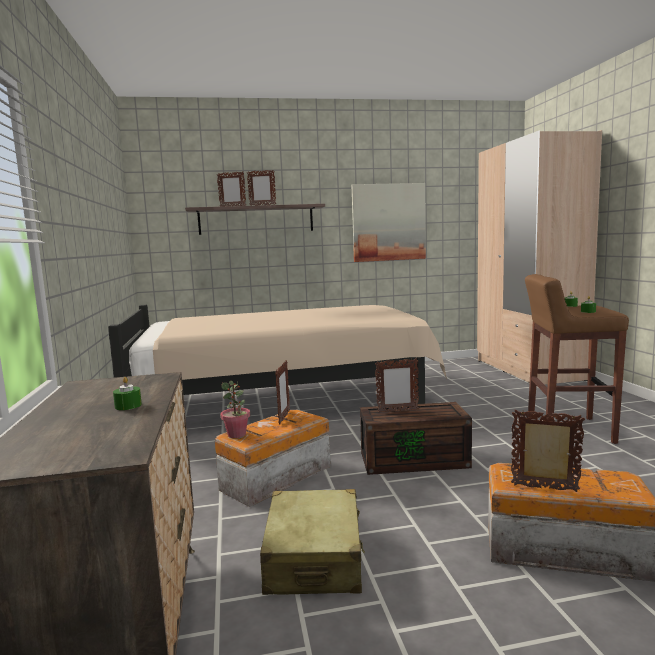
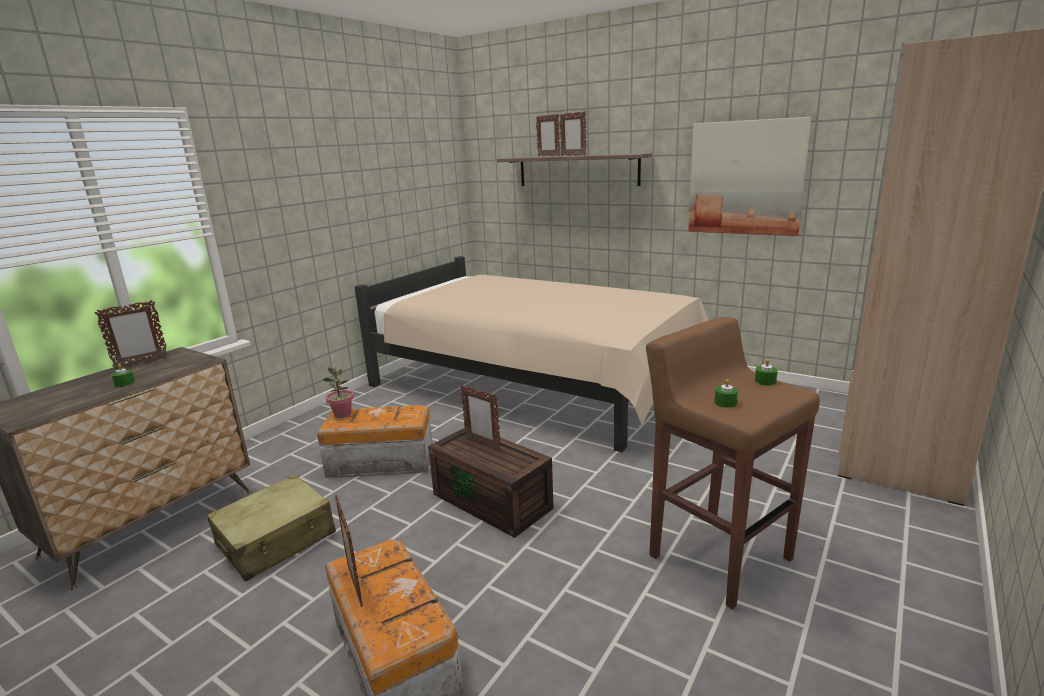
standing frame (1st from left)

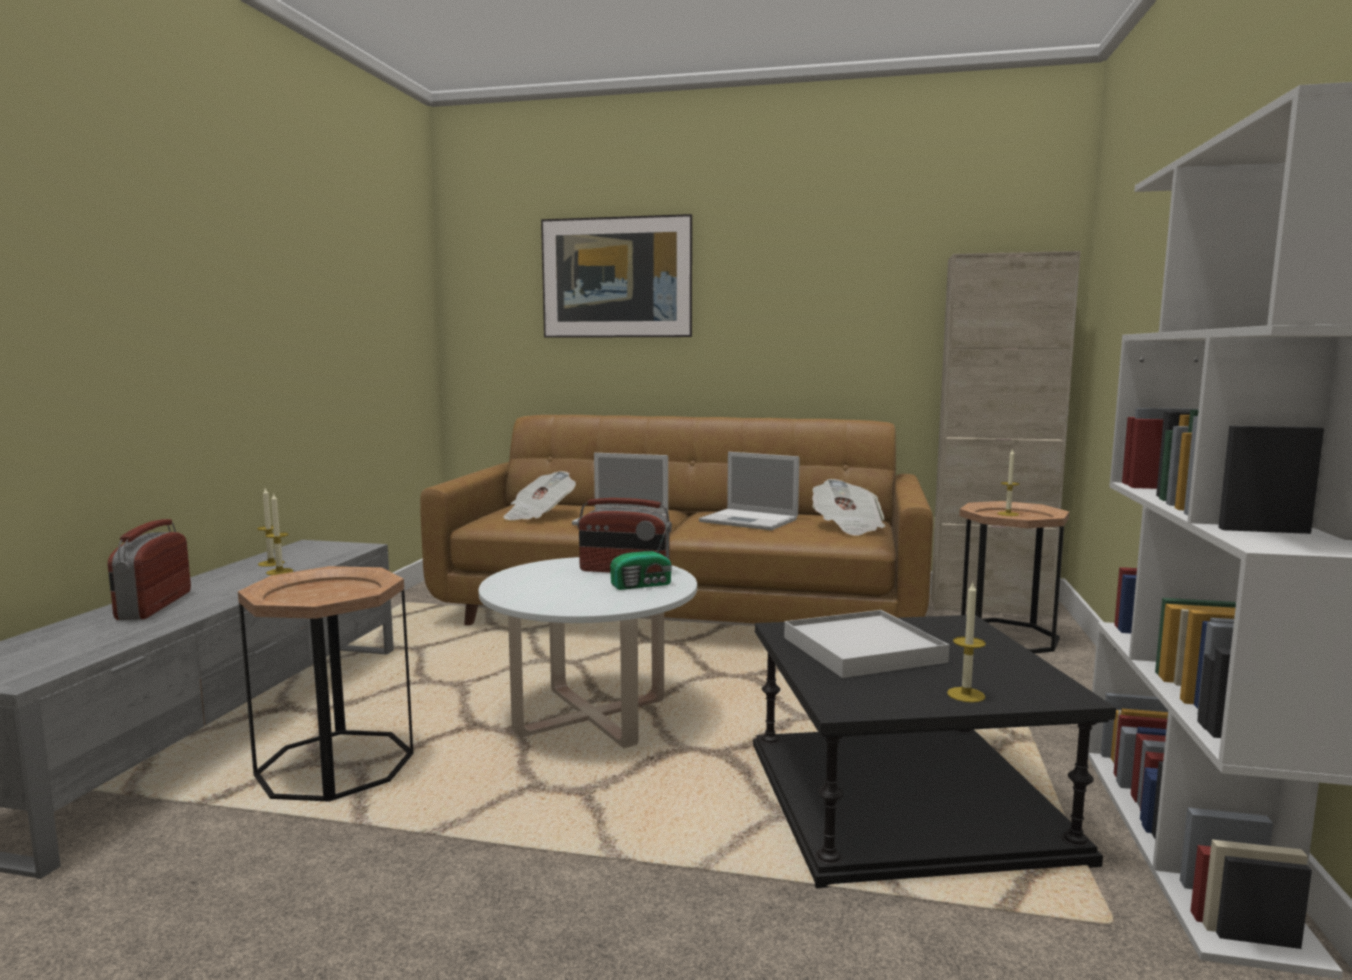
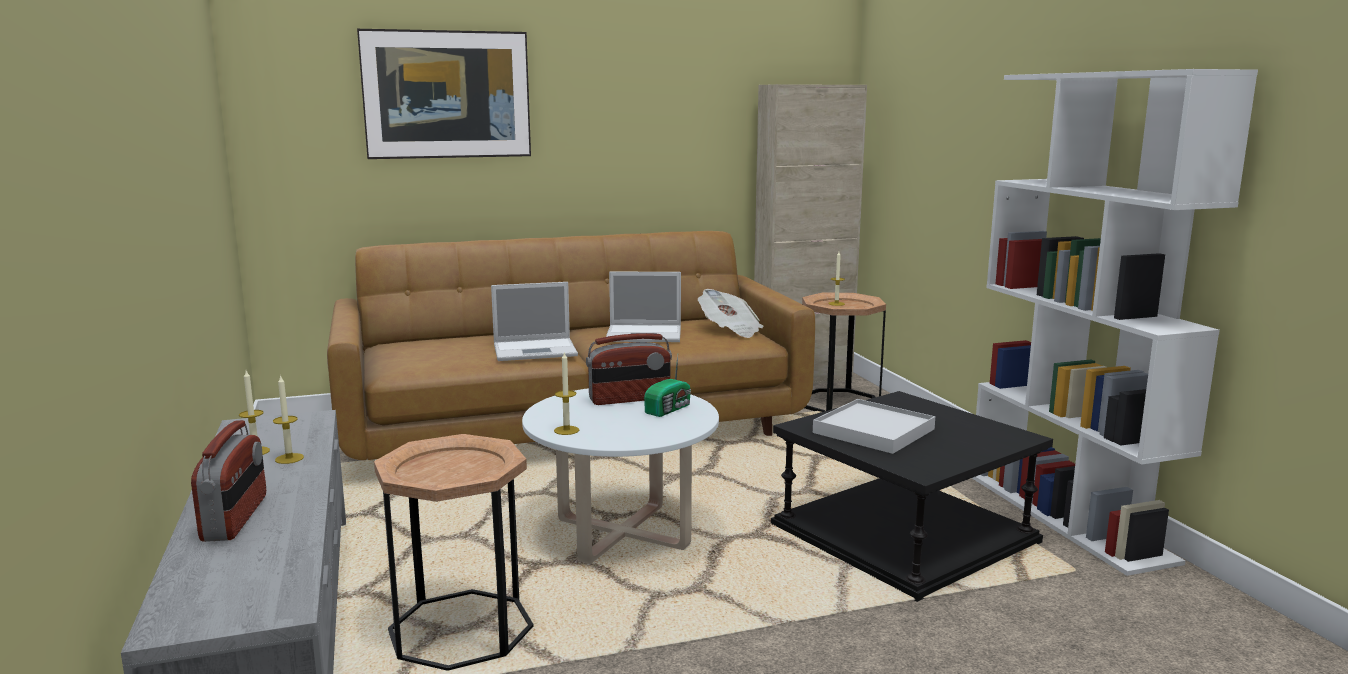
radio set (1st from left)
wax light (3rd from left)
printed paper (1st from left in the first image)

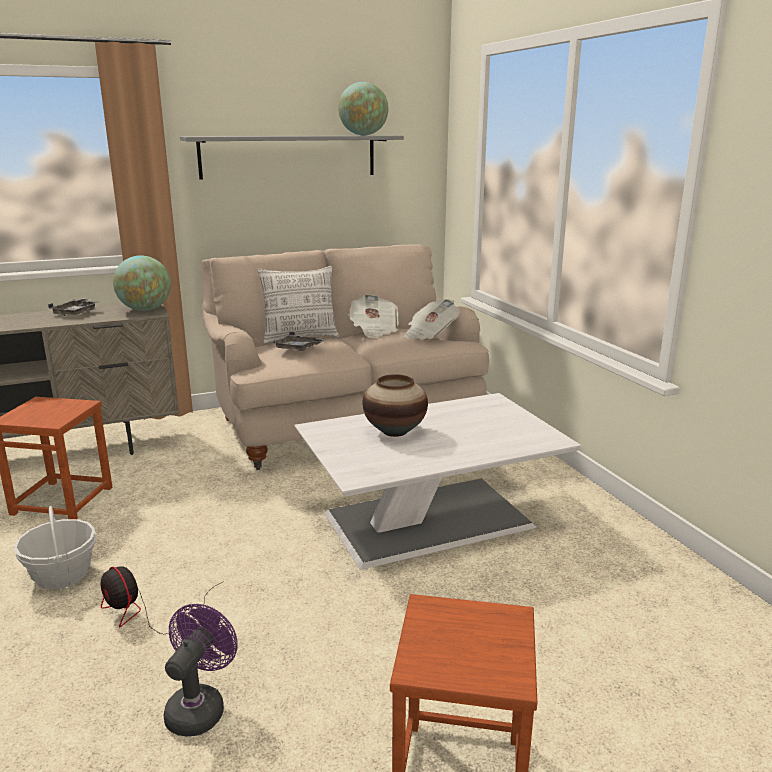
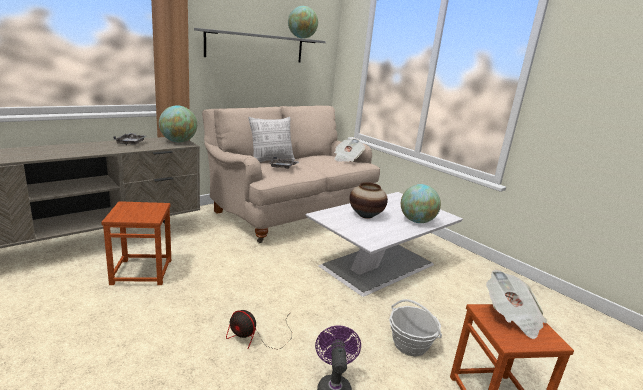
storage basket
globe (3rd from left)
printed paper (2nd from left)

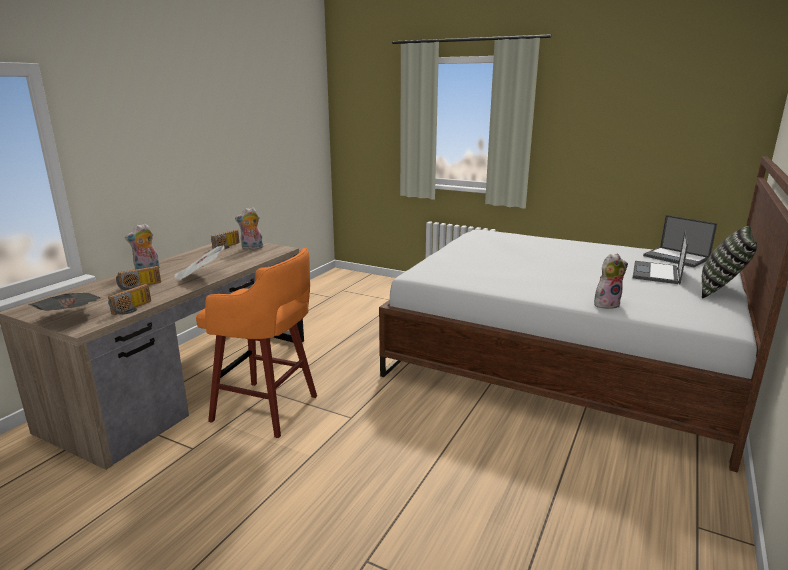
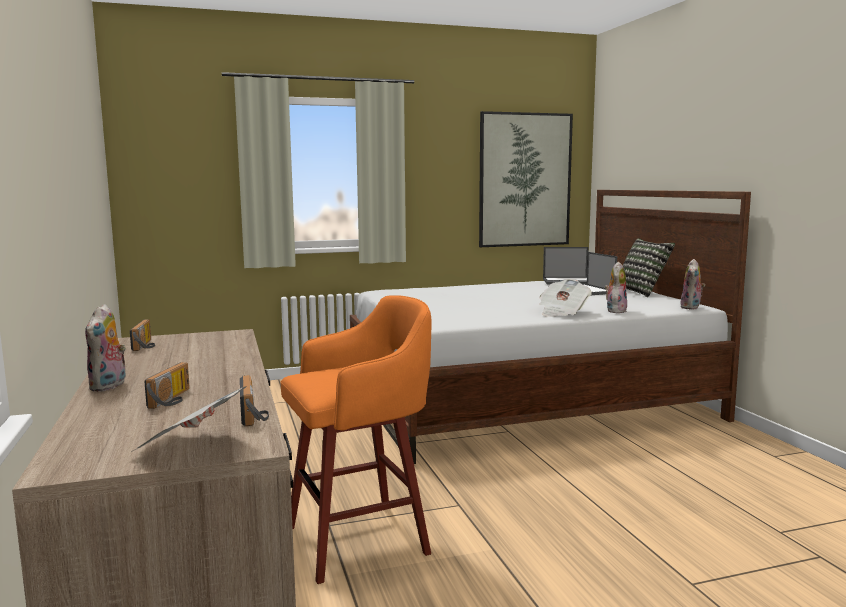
picture
printed paper (2nd from left)
soft toy (3rd from left)

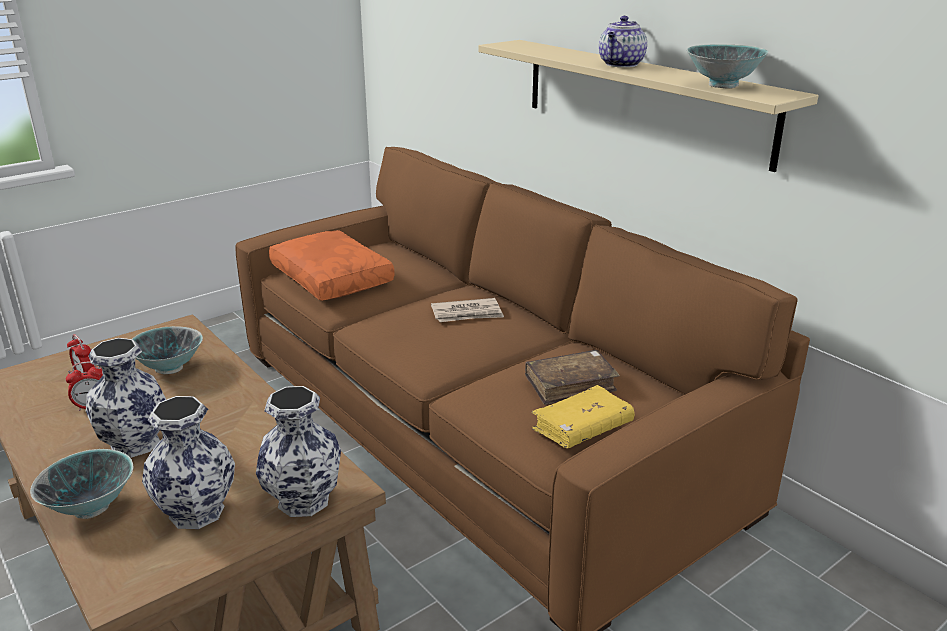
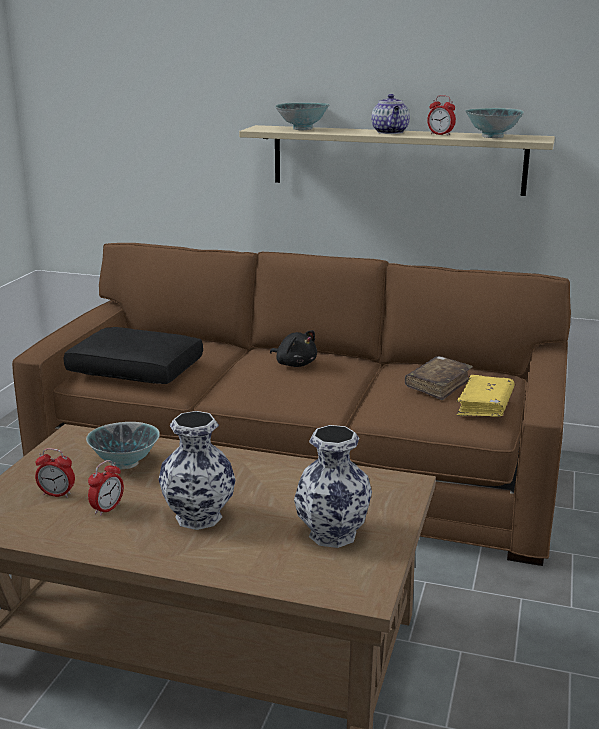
blackish pillow
blackish soft toy
bowl (2nd from left)
bedside clock (3rd from left)
flower vase (3rd from left in the first image)

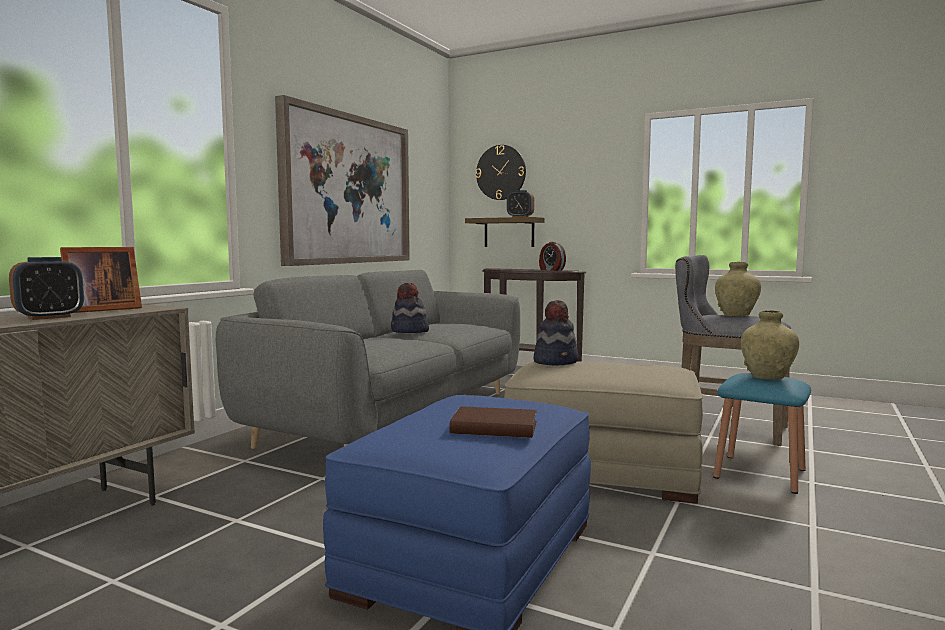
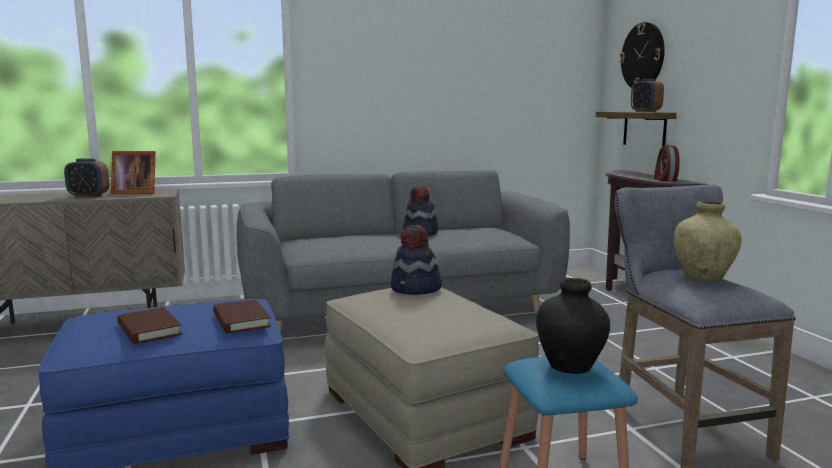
brown book (2nd from left)
blackish flower vase
picture

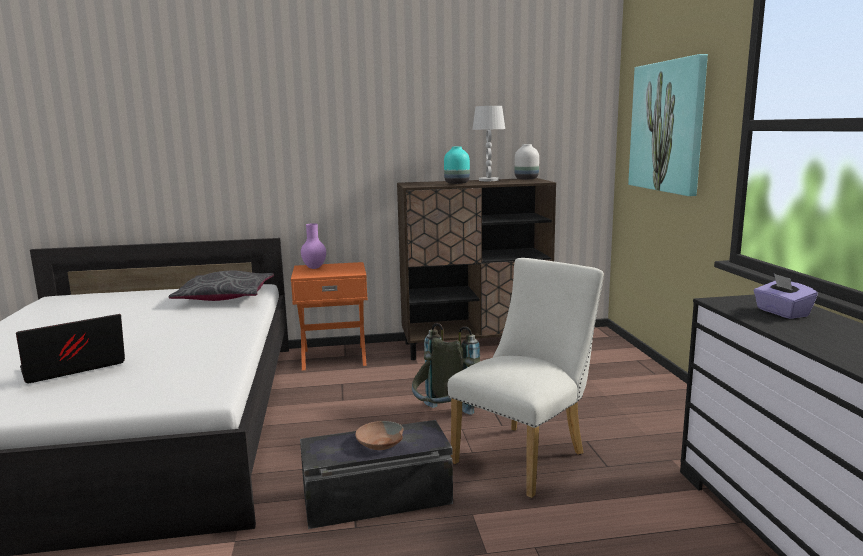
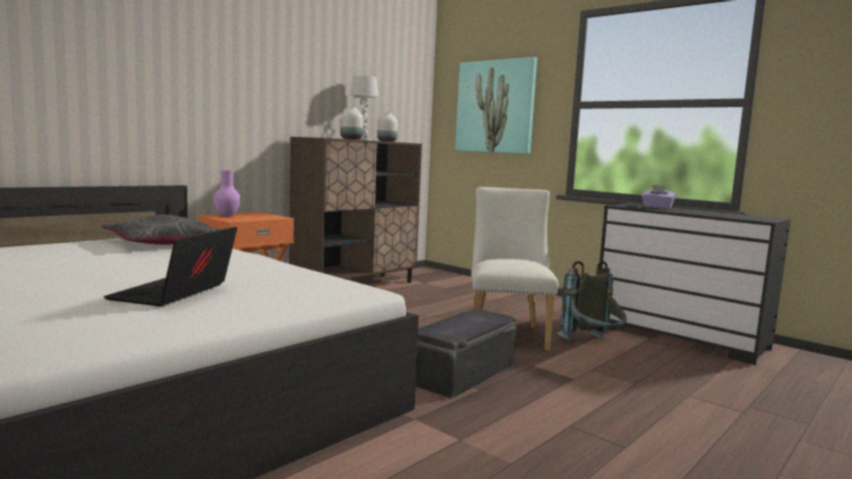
whitish flower vase (1st from left)
gray backpack
brown bowl

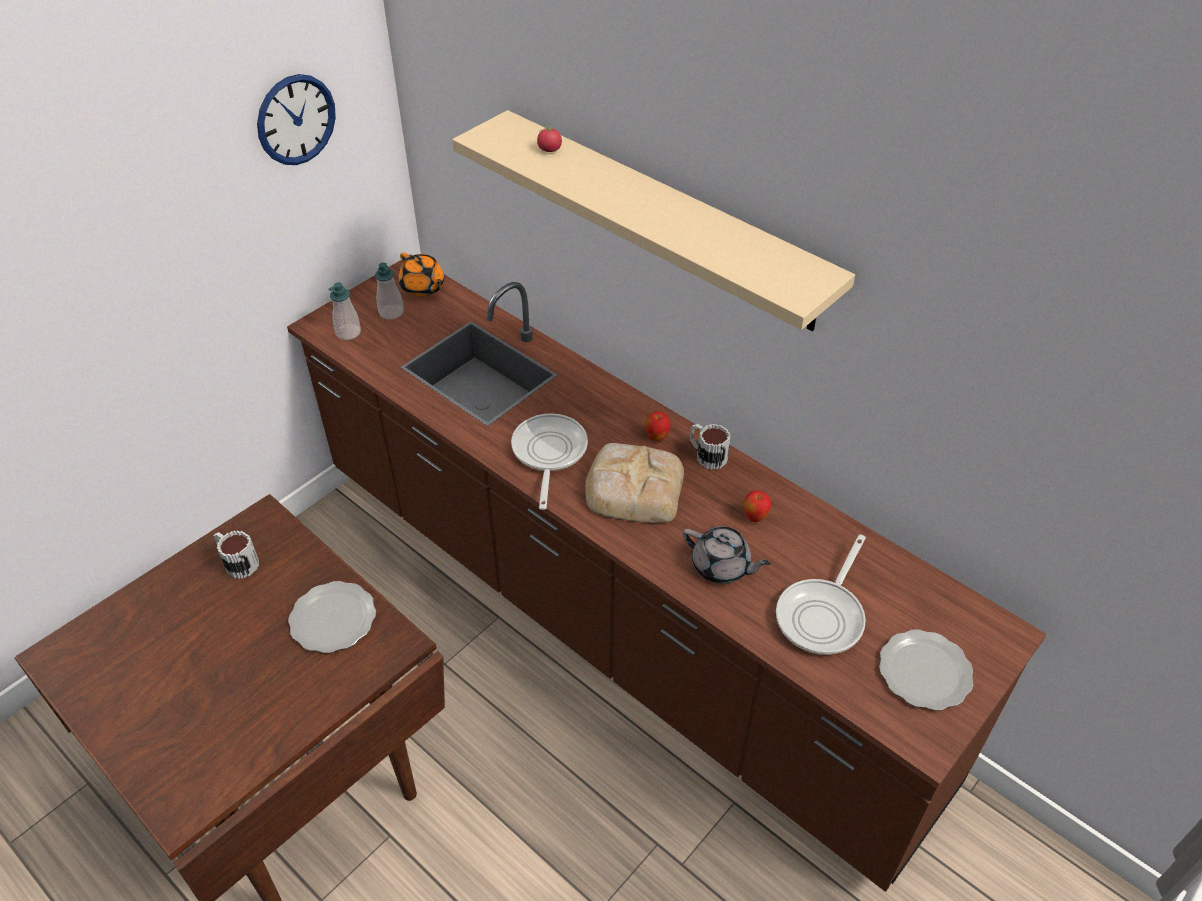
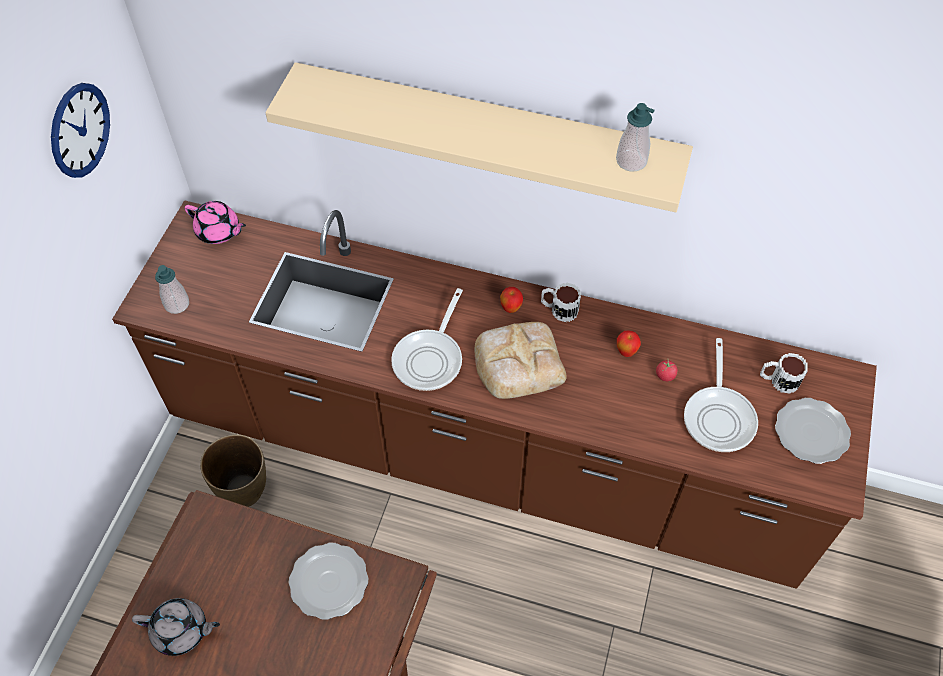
gray pot for tea
pinkish pot for tea
brown flower vase
skillet (1st from left)
soap bottle (2nd from left)
tomato
tea mug (2nd from left)

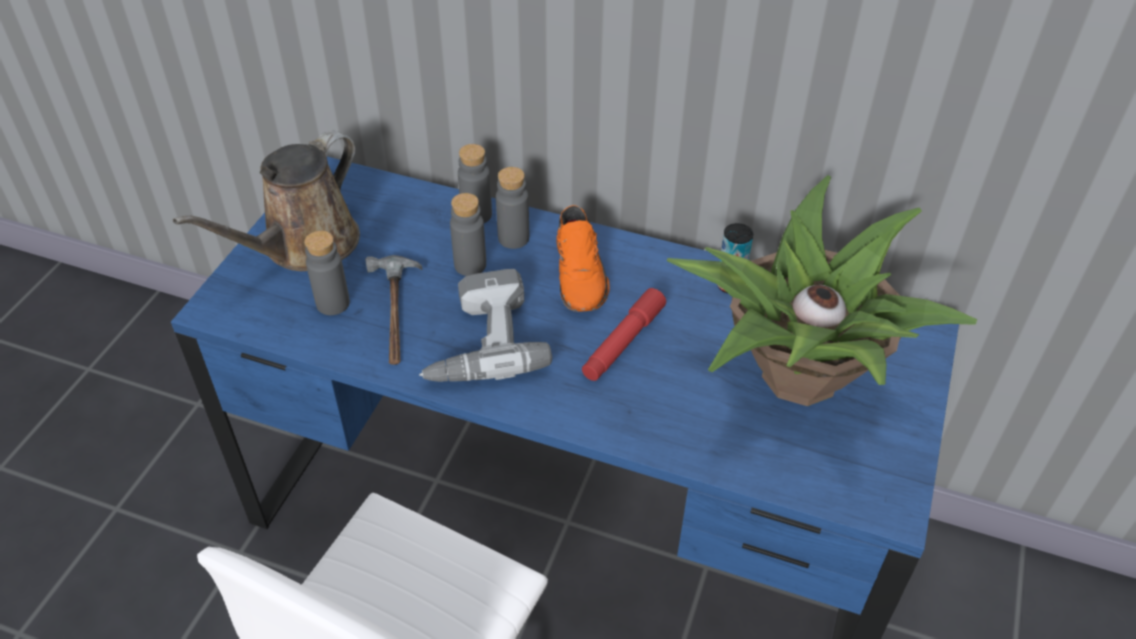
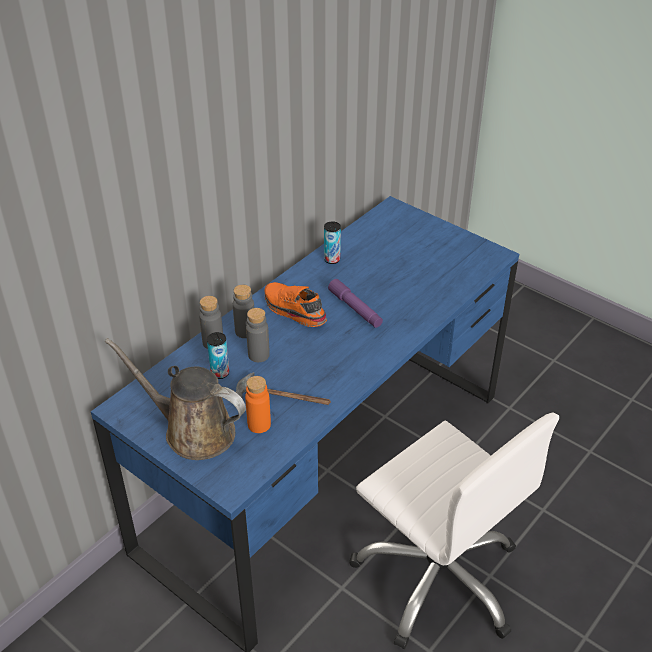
brown sprinkling can
sealed can (1st from left)
orange-coloured beverage bottle
orange-coloured shoe
purplish torch
drill
houseplant

